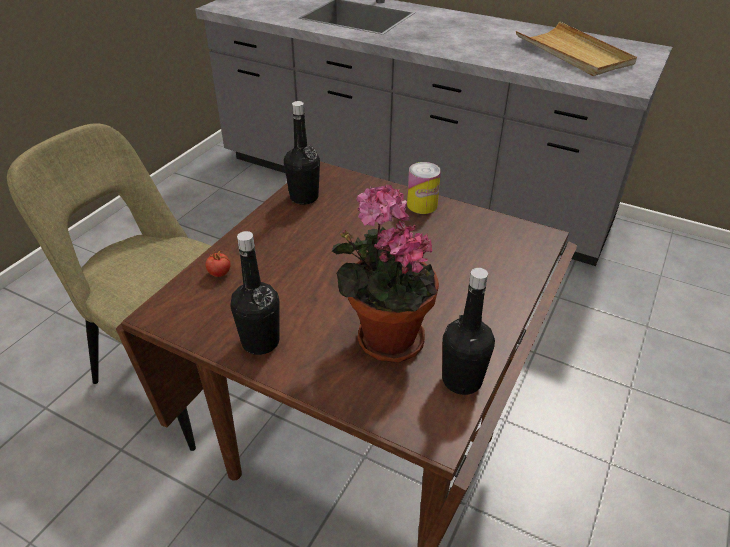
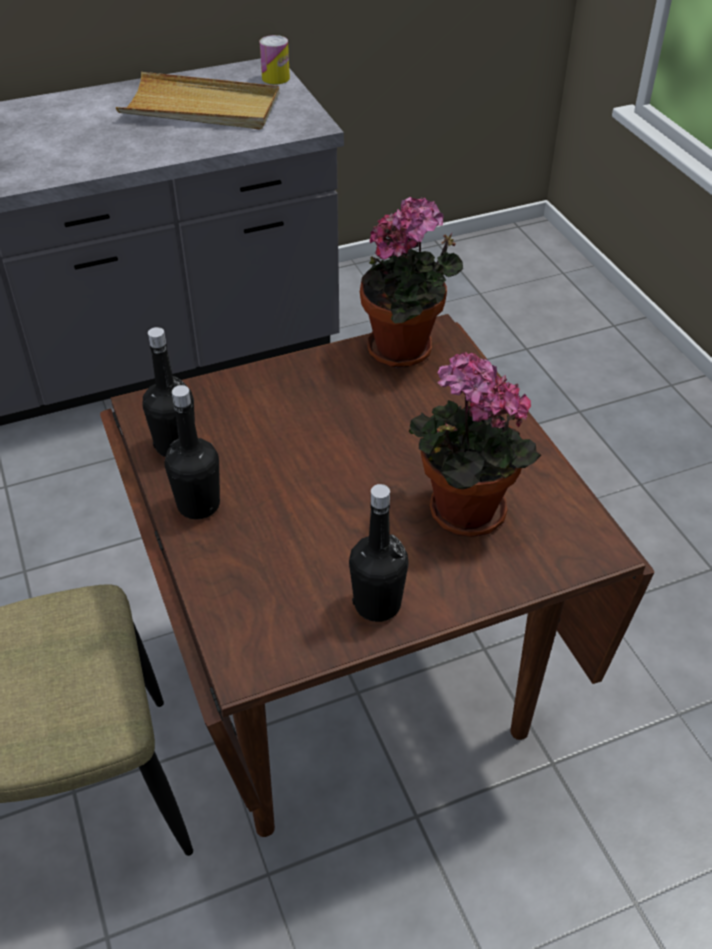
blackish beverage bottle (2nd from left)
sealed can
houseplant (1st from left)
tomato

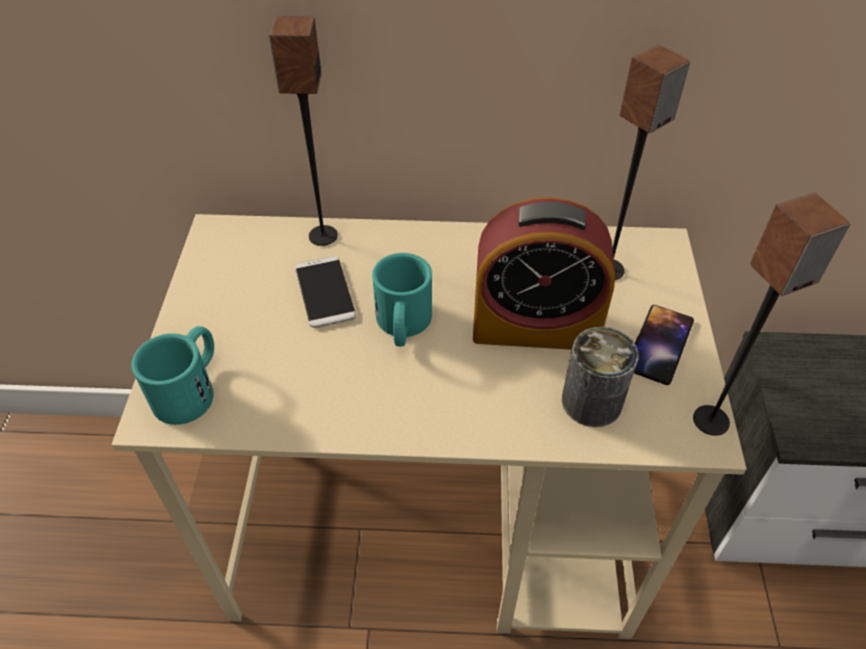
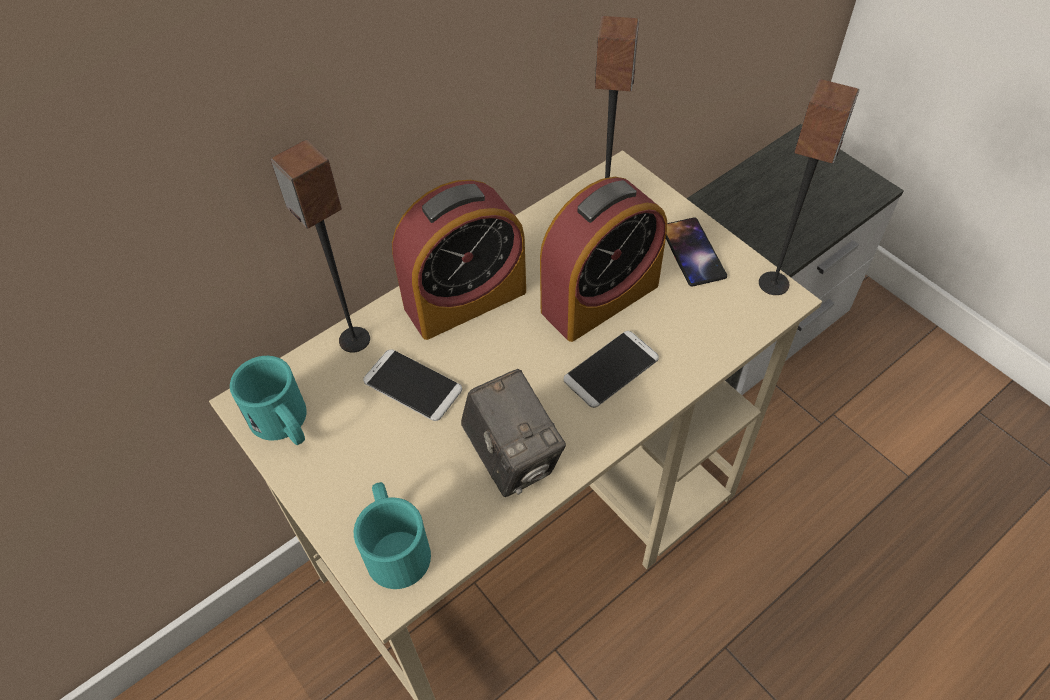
turquoise tea mug (1st from left)
bedside clock (1st from left)
photo camera
phone (2nd from left)
sealed can

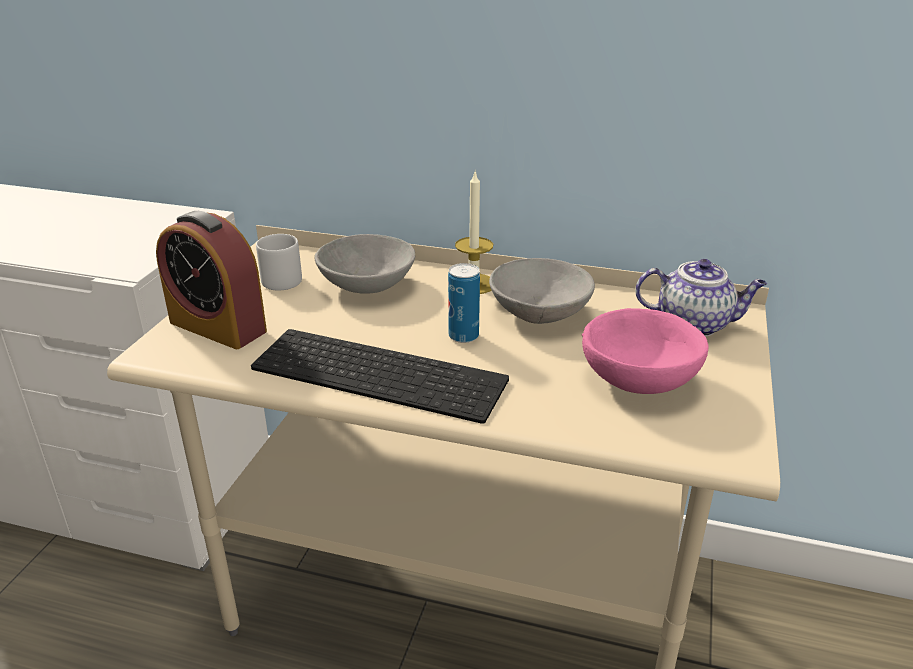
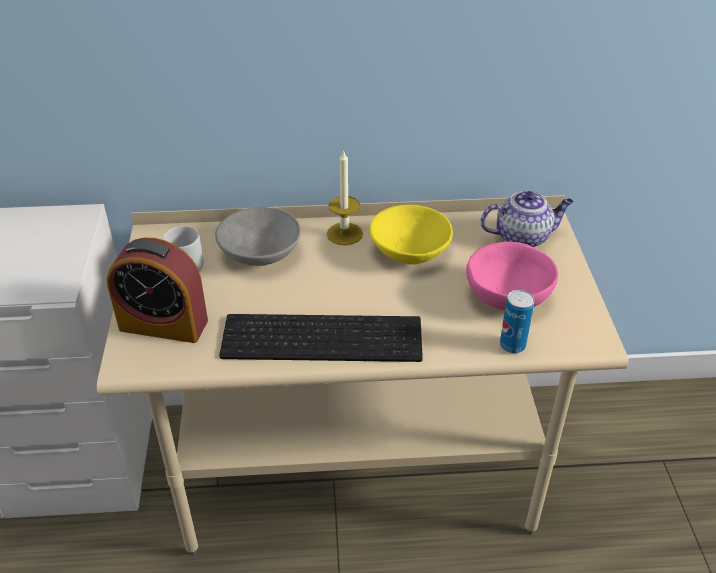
yellowish bowl
sealed can

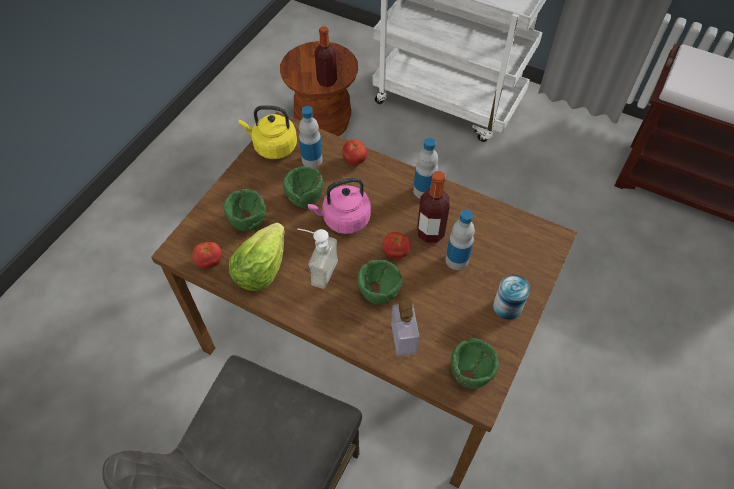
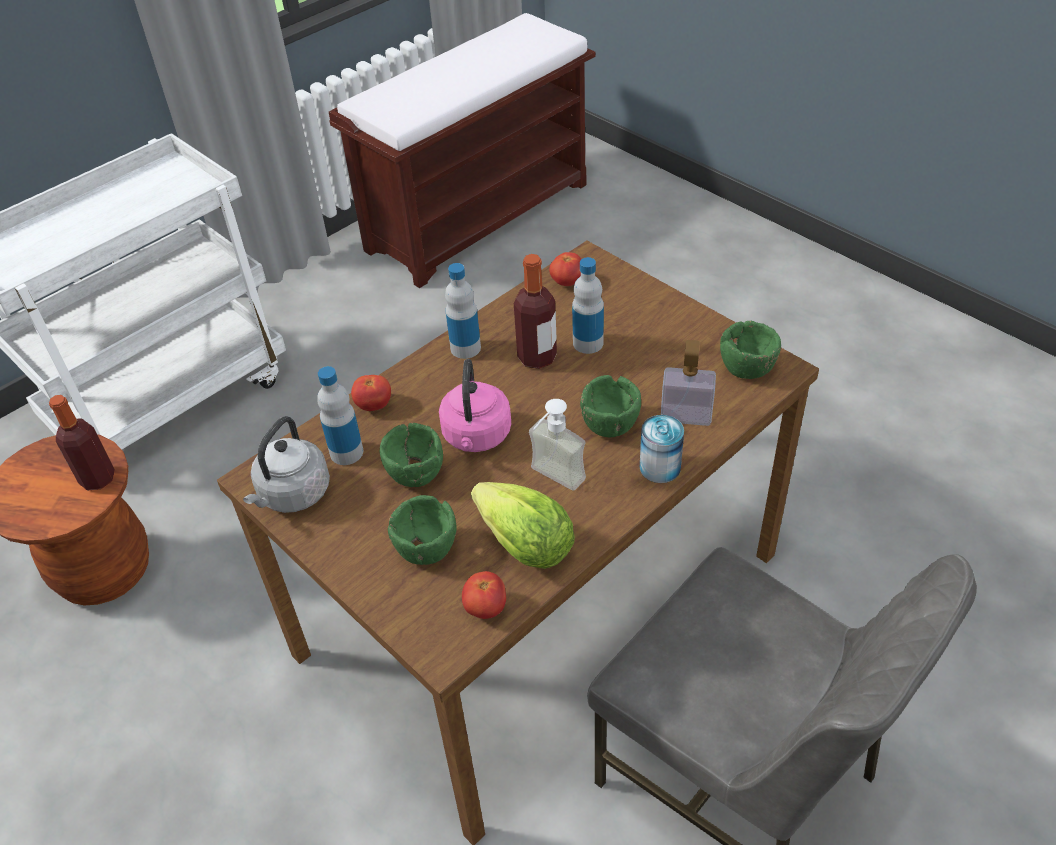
gray kettle
tomato (3rd from left)
sealed can

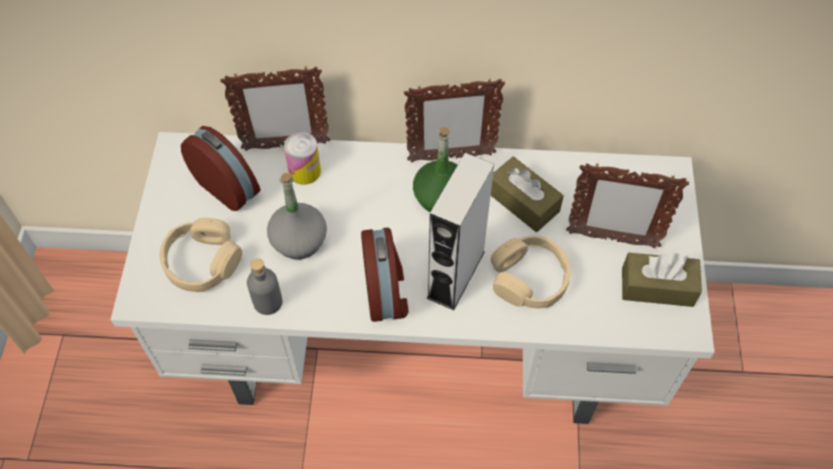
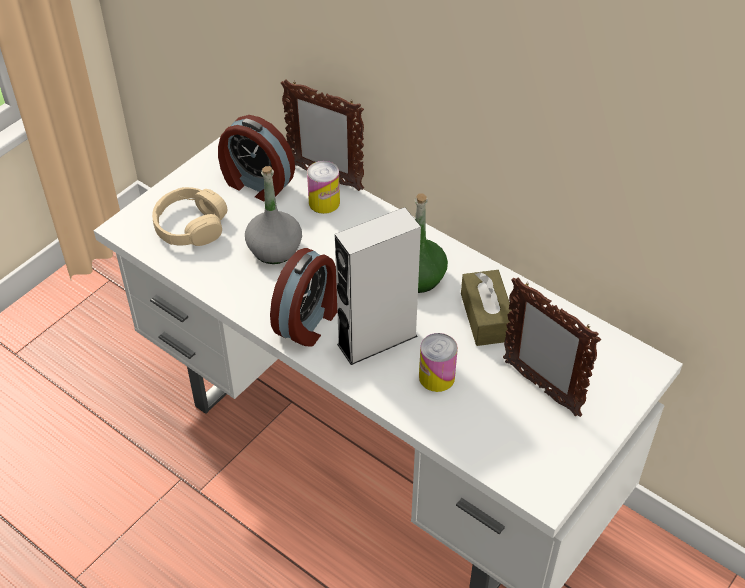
bedside clock (1st from left)
sealed can (2nd from left)
gray beverage bottle (1st from left in the first image)
standing frame (2nd from left in the first image)
brown tissue holder (2nd from left in the first image)

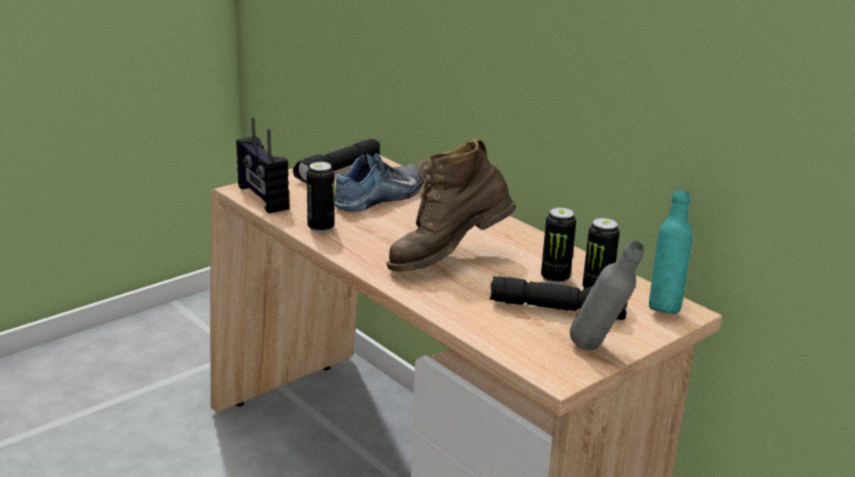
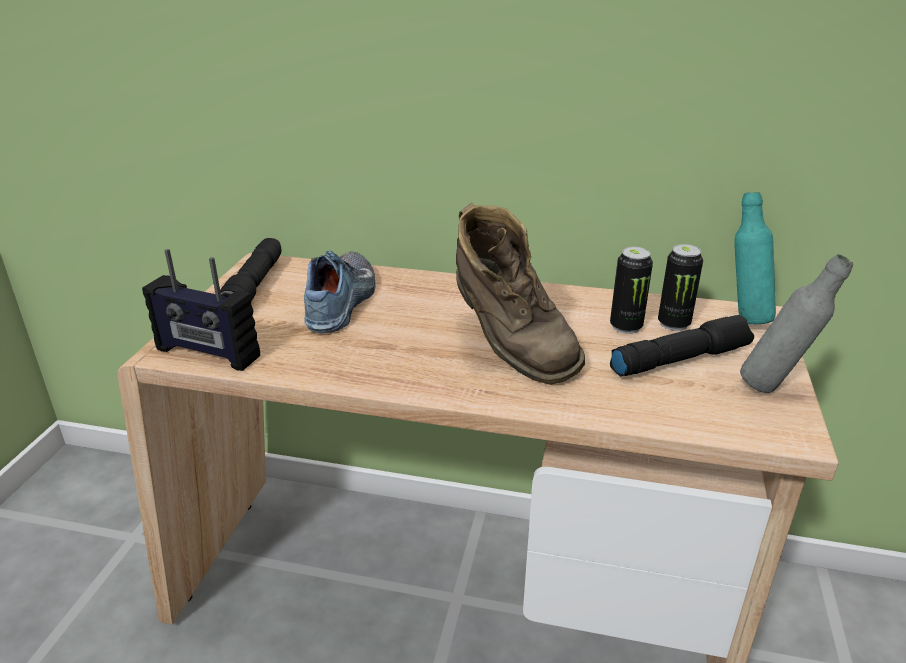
brown high-top boot
sealed can (1st from left in the first image)

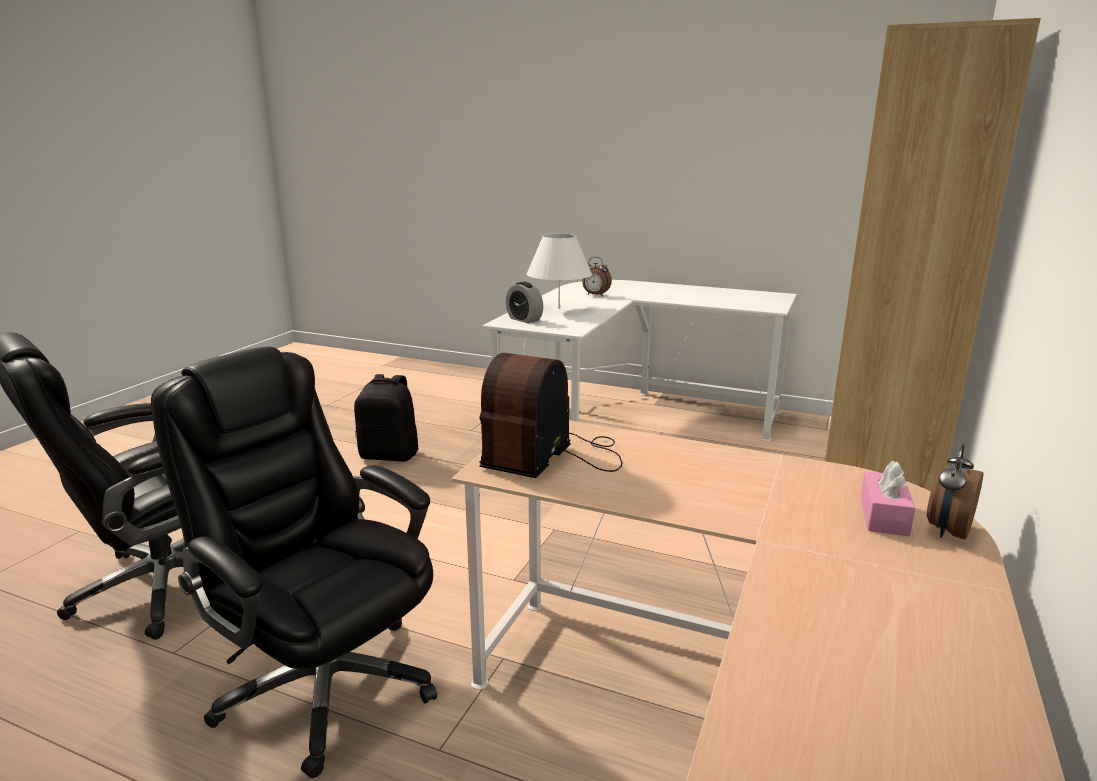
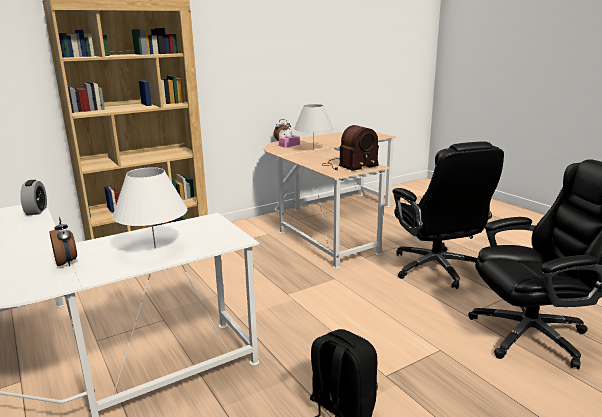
bedside clock (1st from left)
whitish lamp for a table (2nd from left)

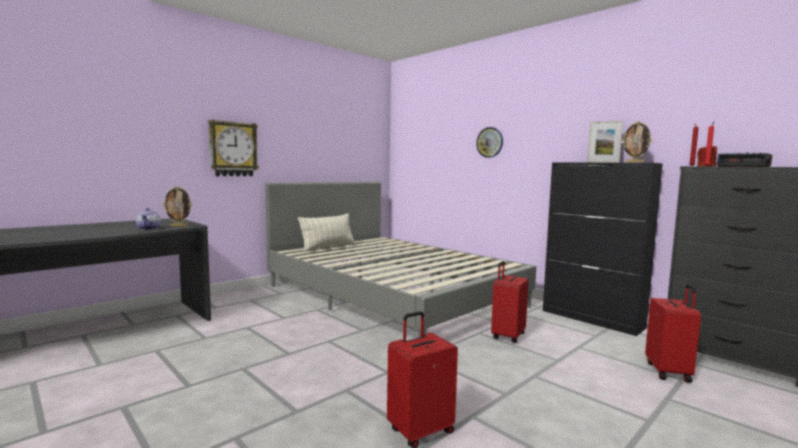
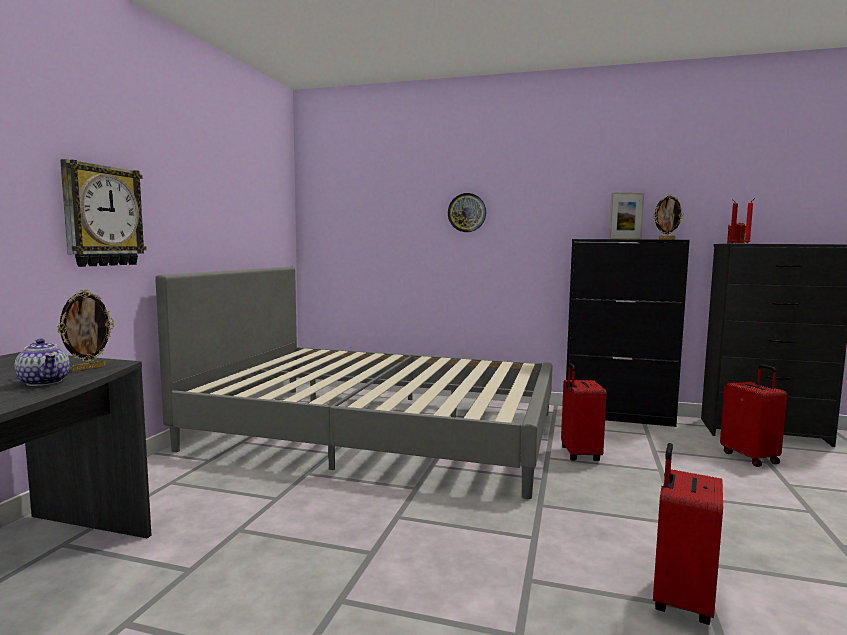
pillow
bedside clock

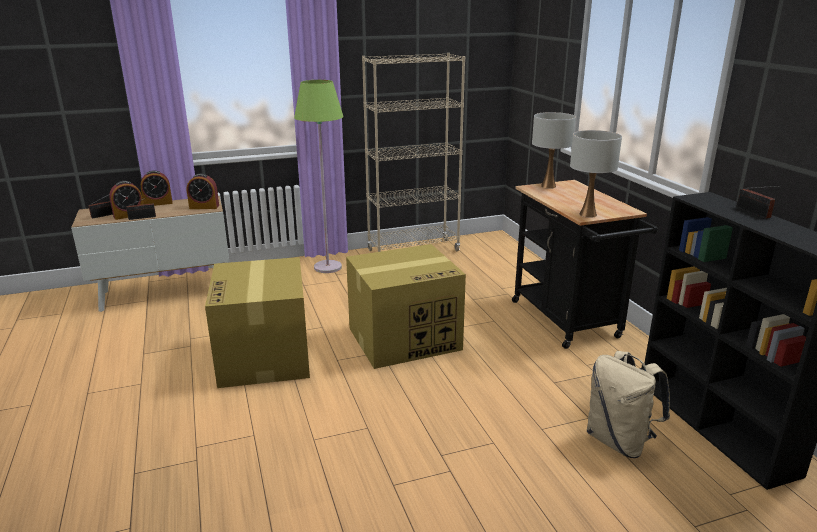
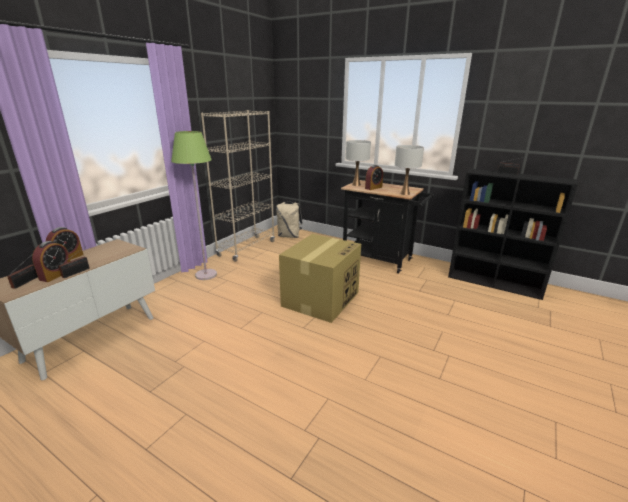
sand-coloured backpack
bedside clock (3rd from left)
cardboard box (1st from left in the first image)

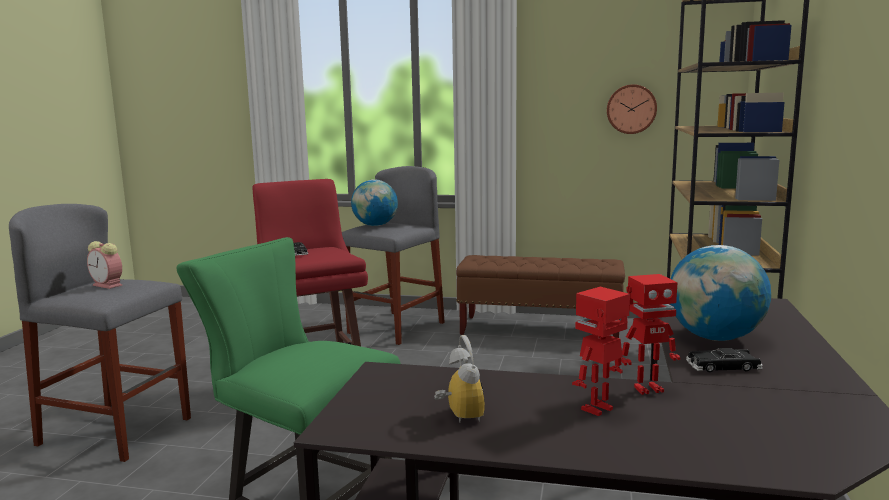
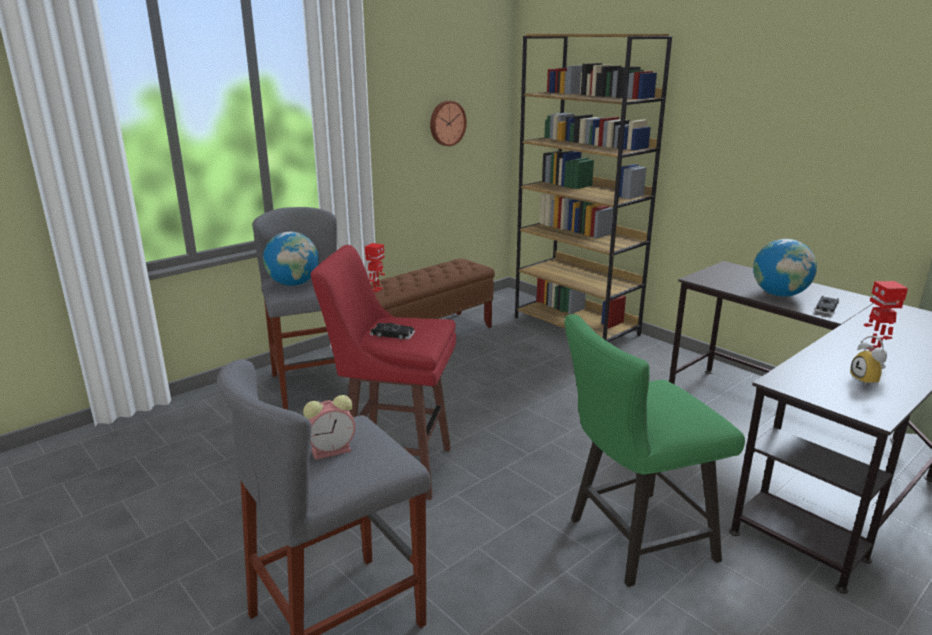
robot figure (1st from left)
bedside clock (2nd from left)

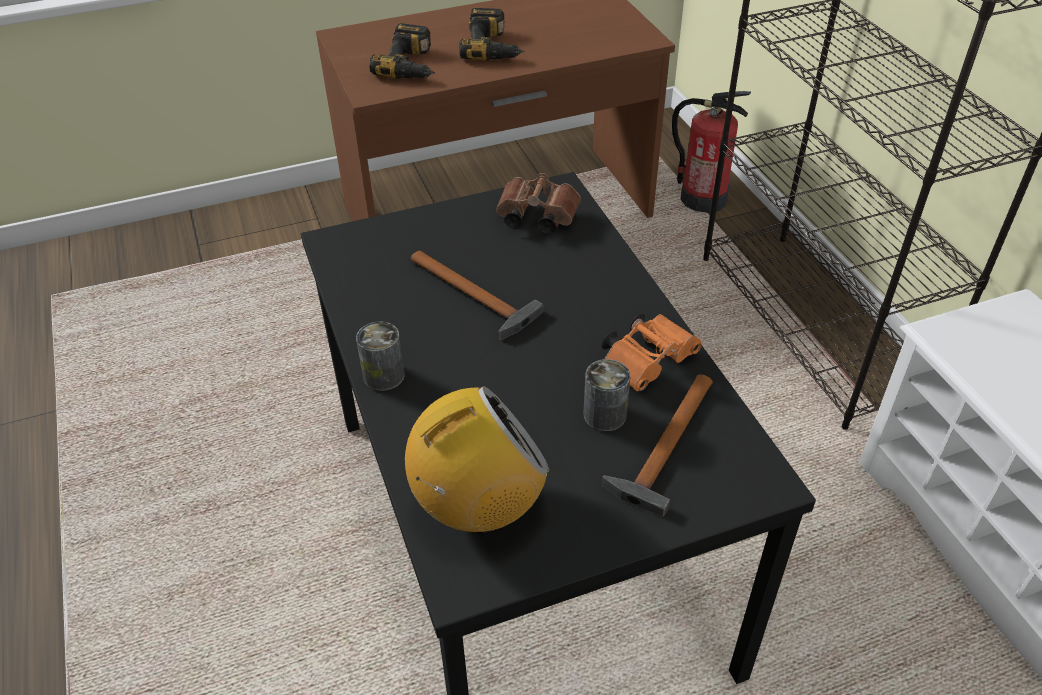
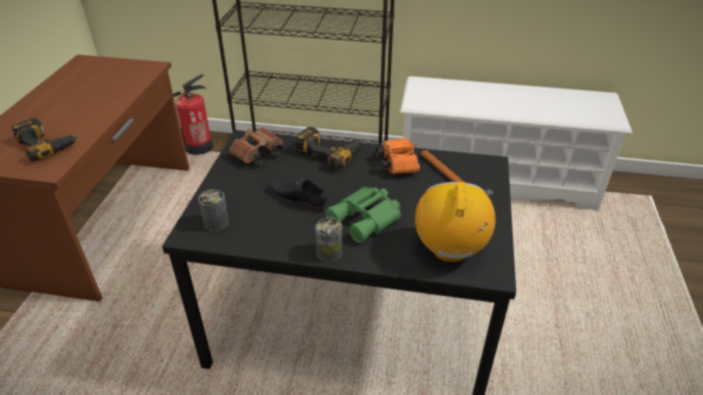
sealed can (1st from left)
blackish shoe
drill (2nd from left)
greenish pair of binoculars

